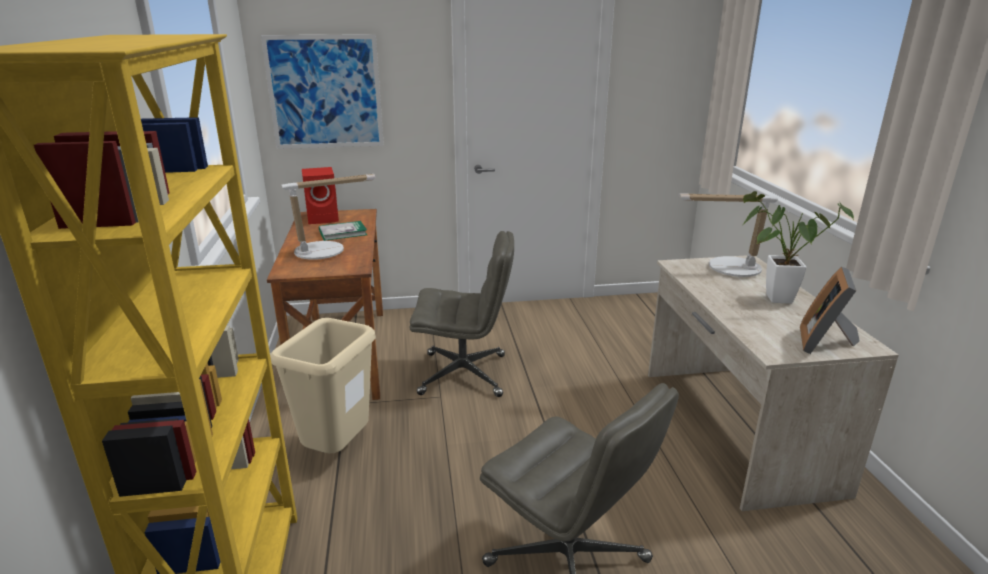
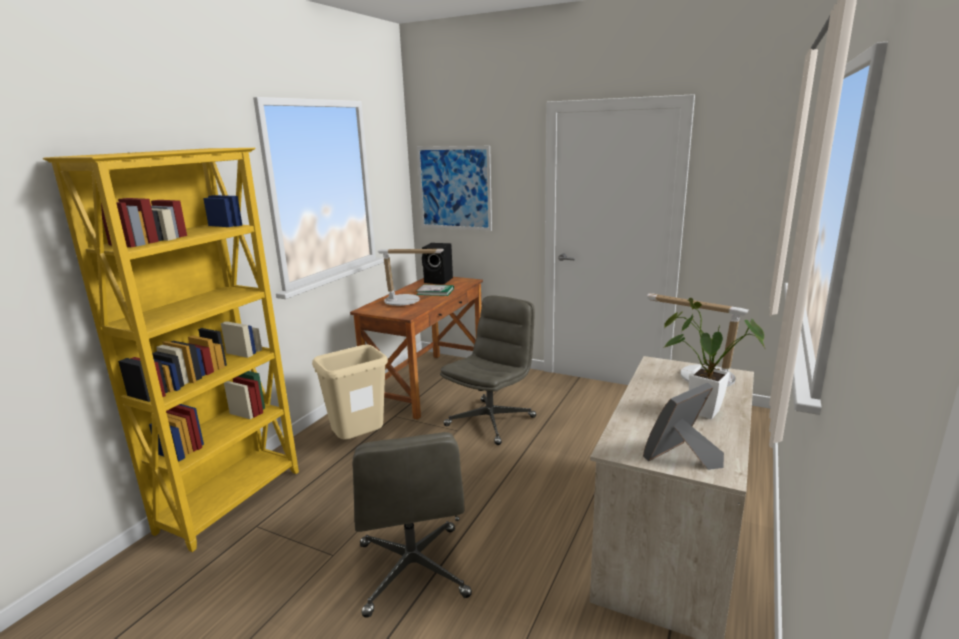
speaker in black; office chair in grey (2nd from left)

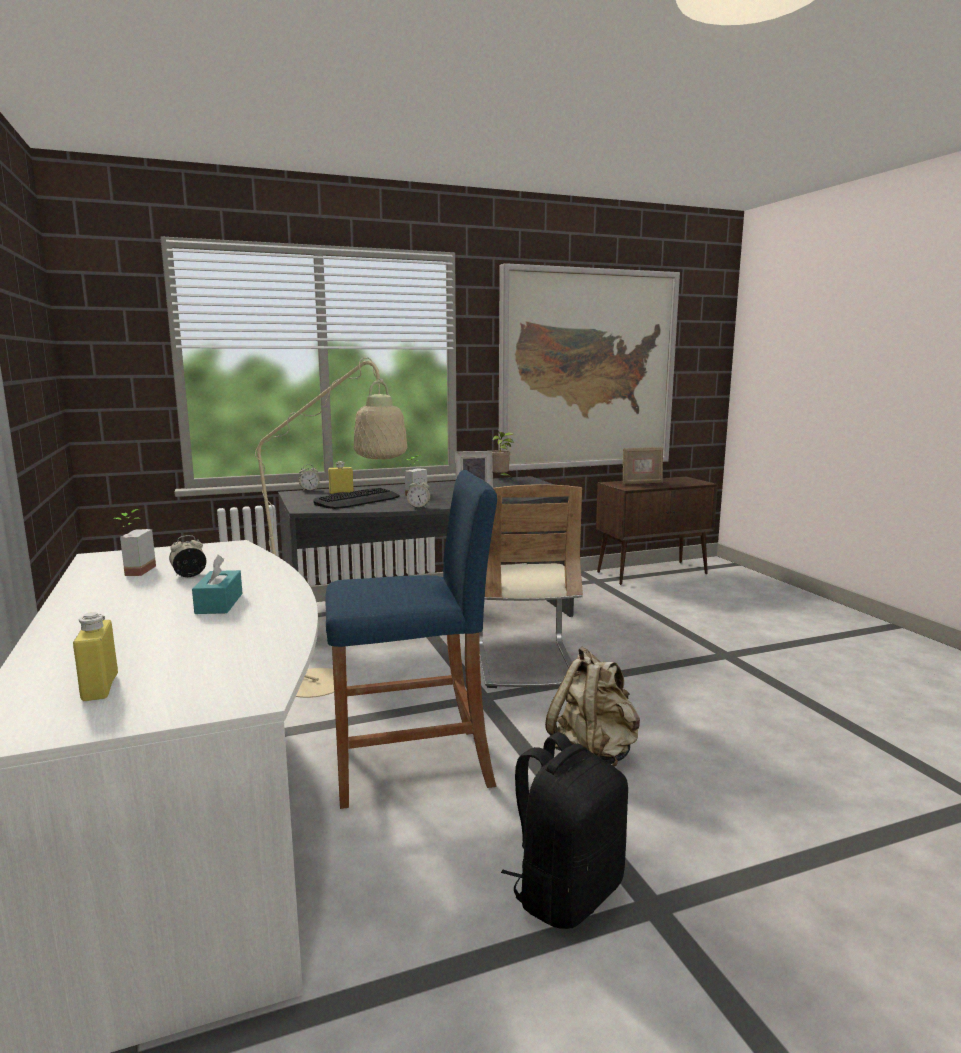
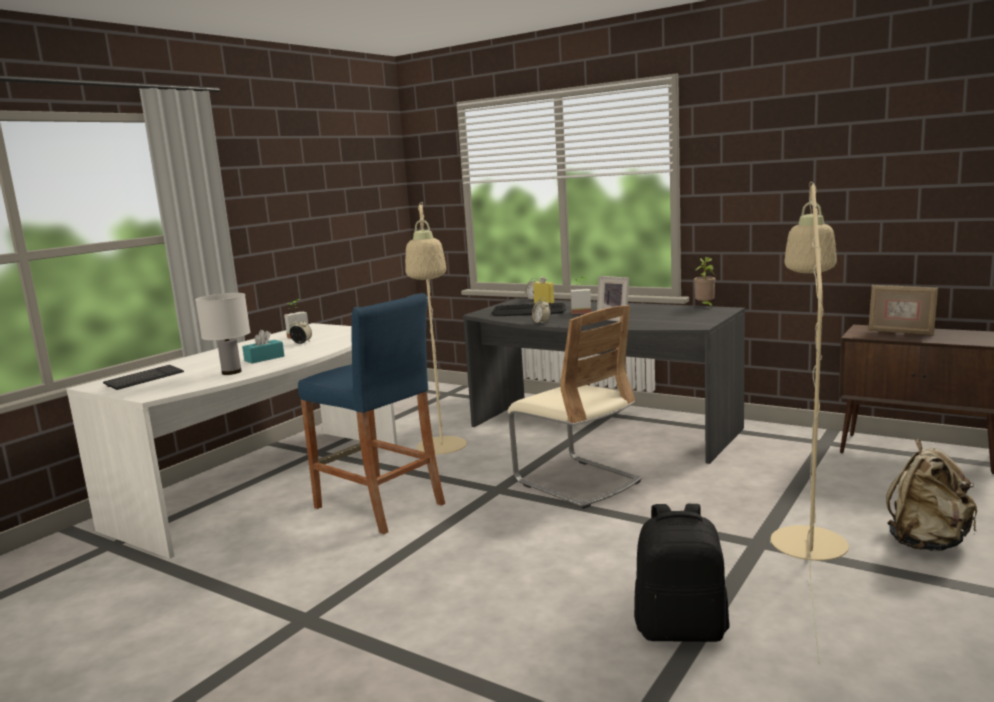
picture; table lamp in white; floor lamp in beige (2nd from left); backpack in black; backpack in beige; keyboard (1st from left); chair in beige

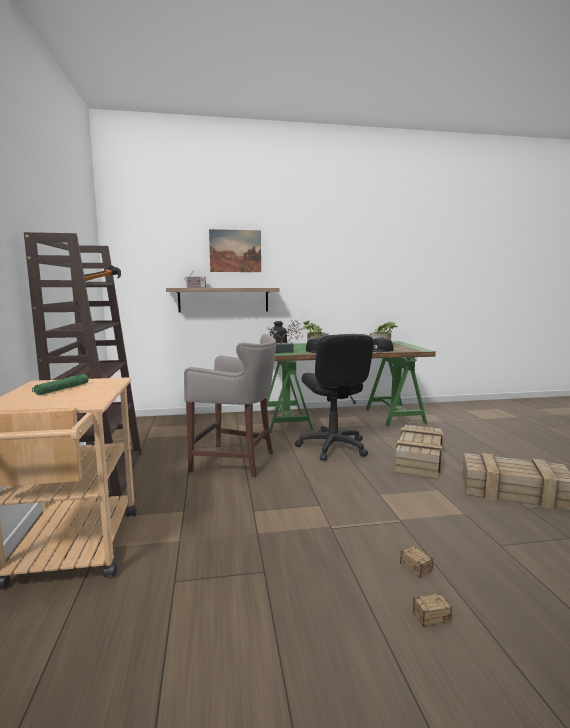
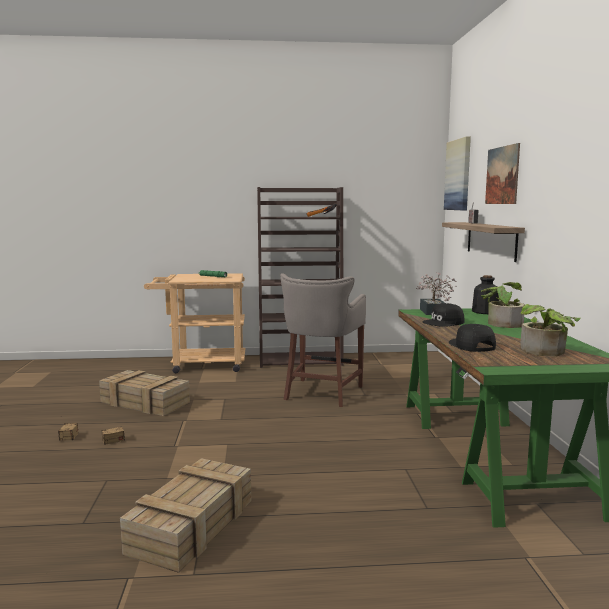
office chair in black; picture (1st from left); crate (1st from left)

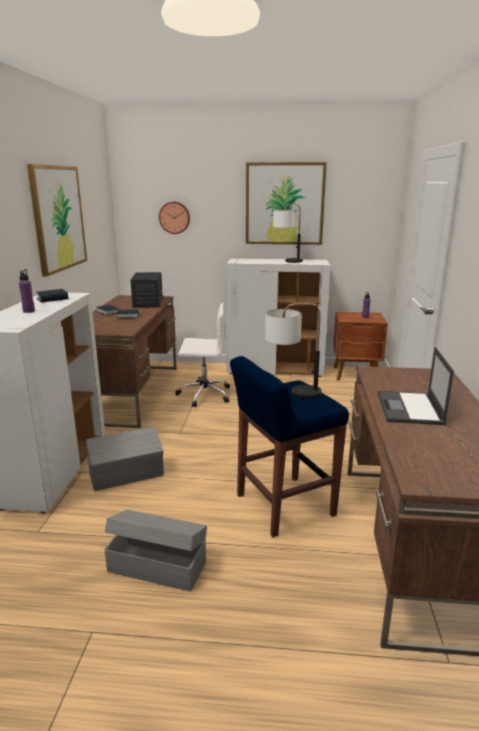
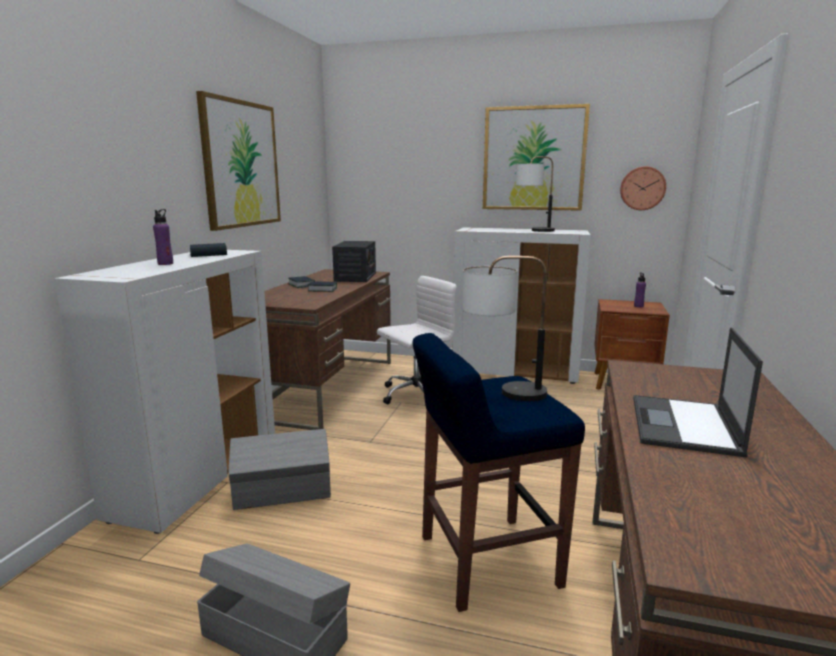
wall clock; office chair in white

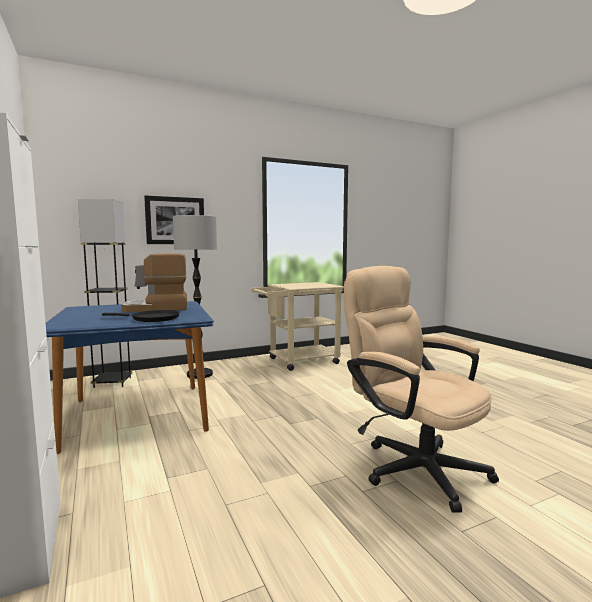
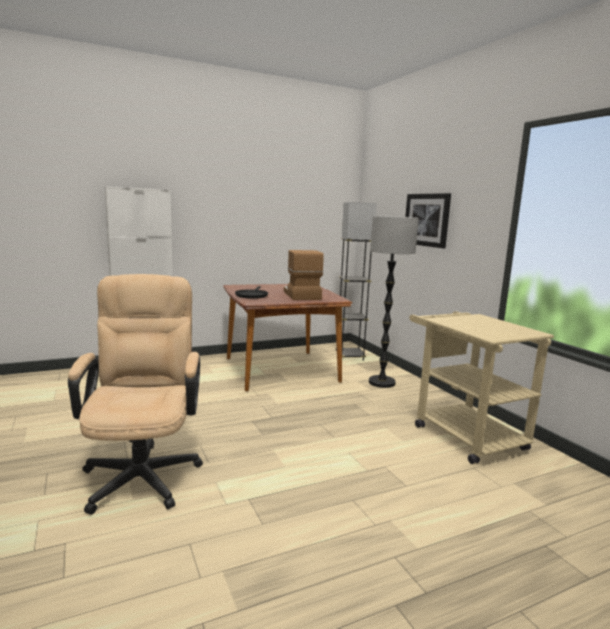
dining table in brown; office chair in beige

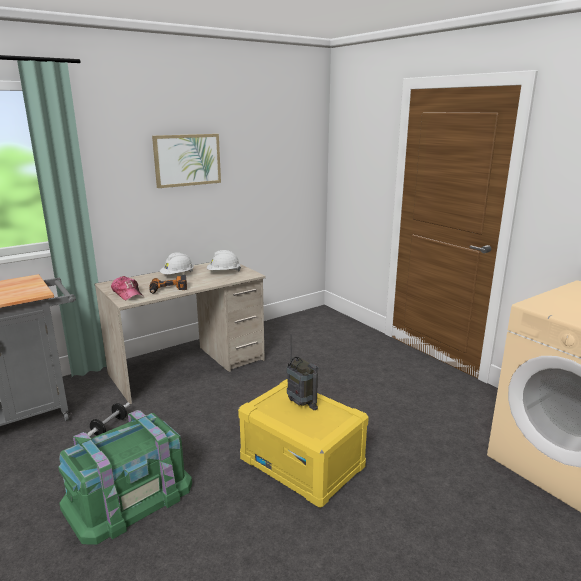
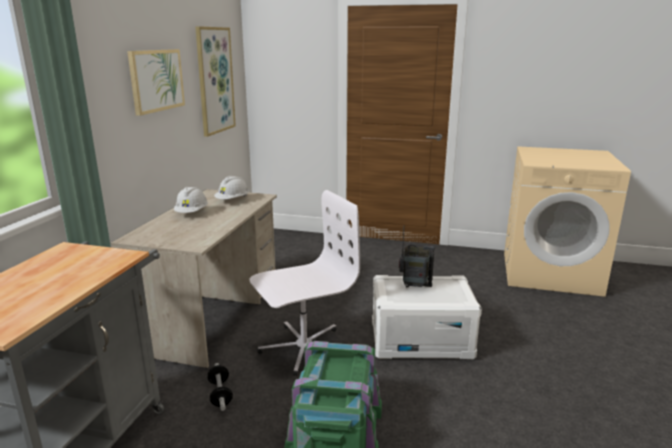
cap; power drill; picture (2nd from left); office chair in white; storage box in white

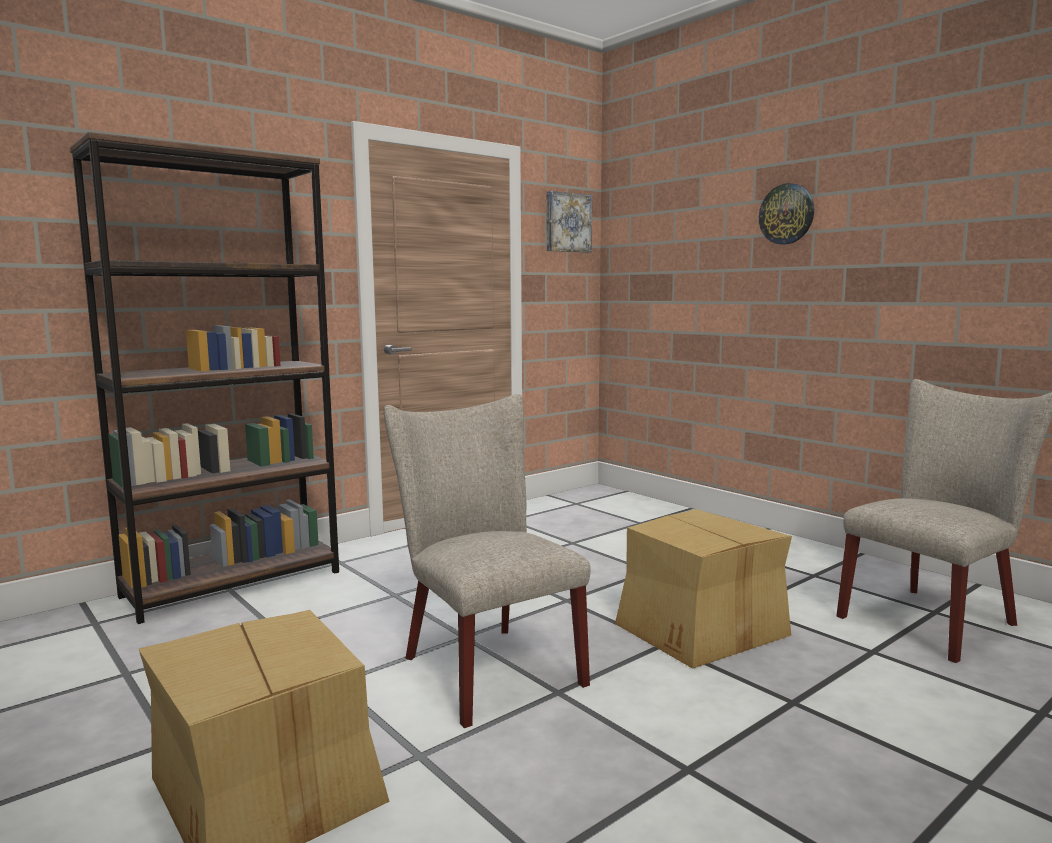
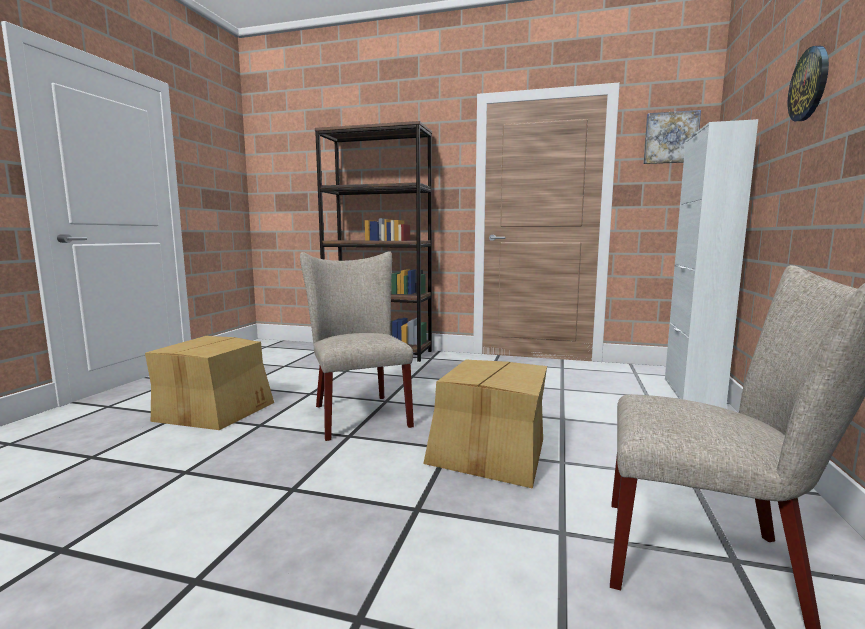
cabinet in white; chair in beige (1st from left)

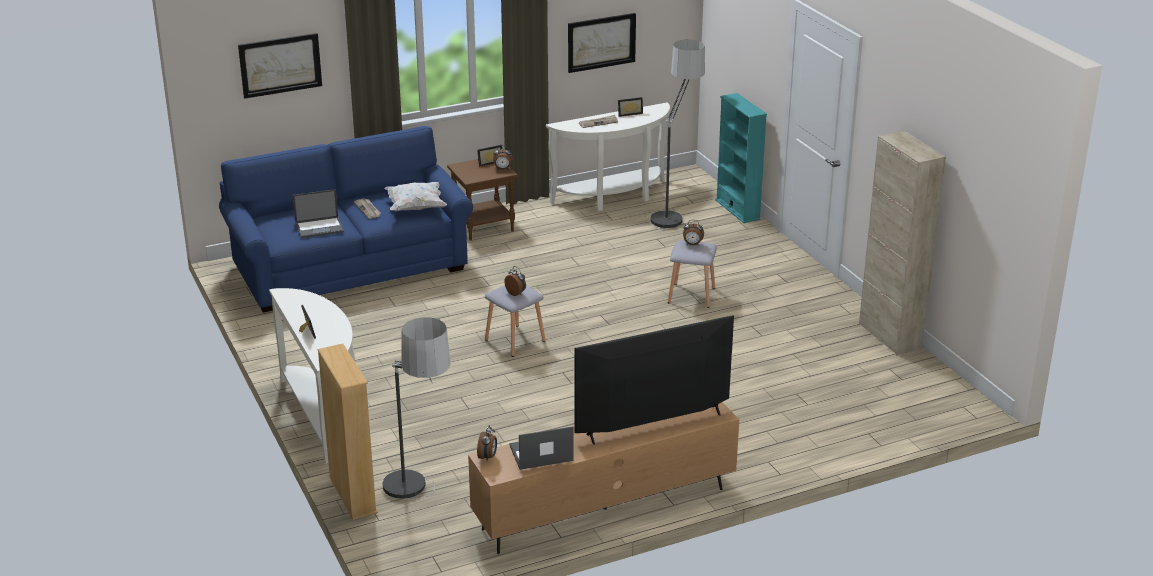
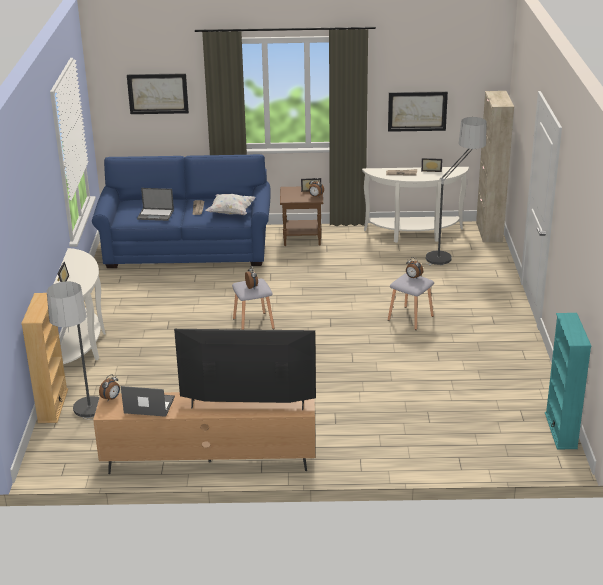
bookcase in turquoise; cabinet in beige

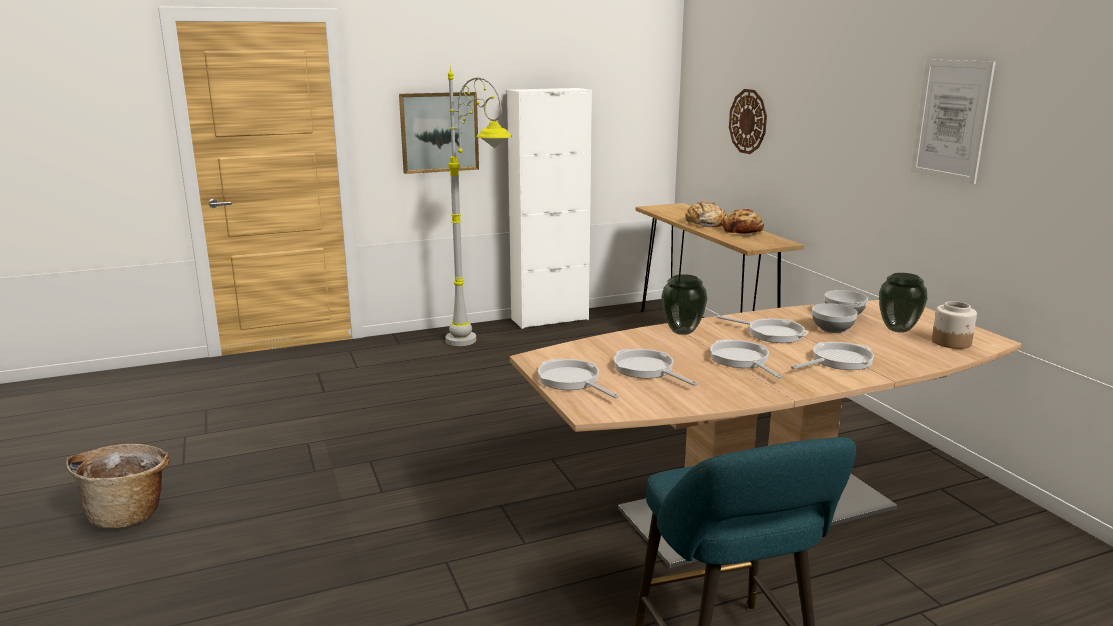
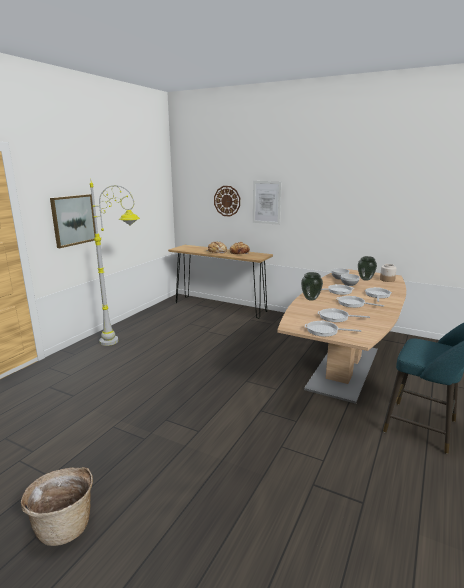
cabinet in white; picture (2nd from left)

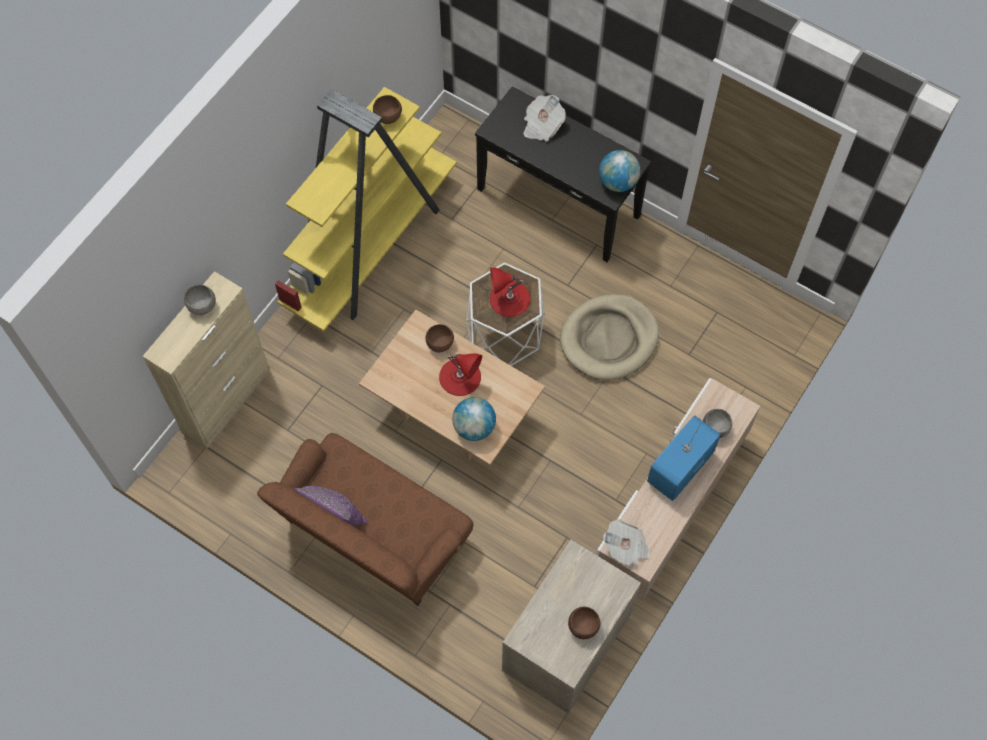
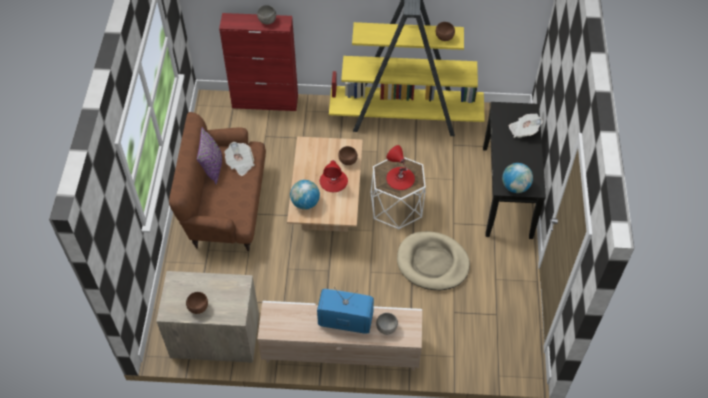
newspaper (1st from left); cabinet in red

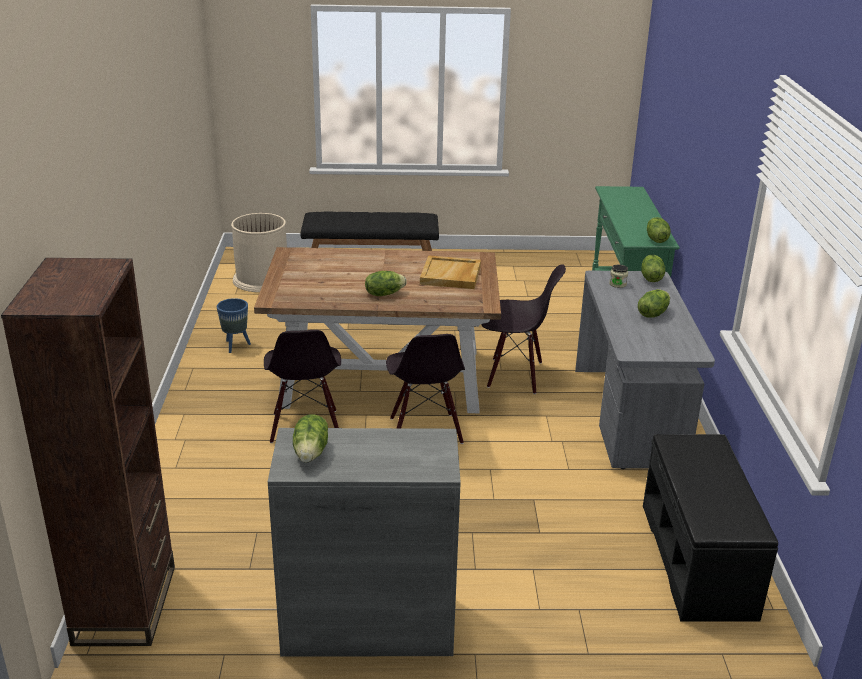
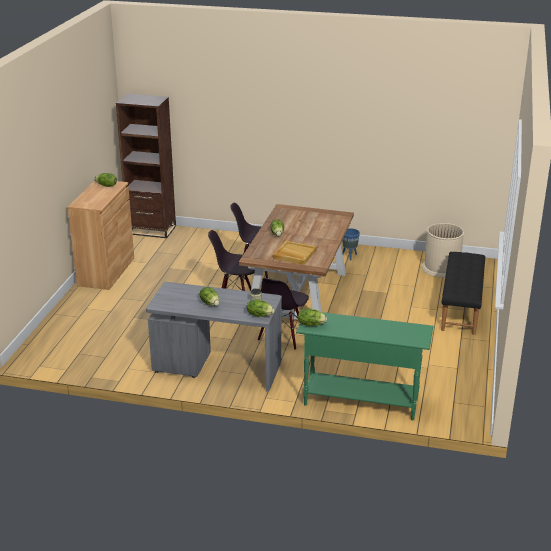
bench in black (2nd from left in the first image); cabinet in brown

